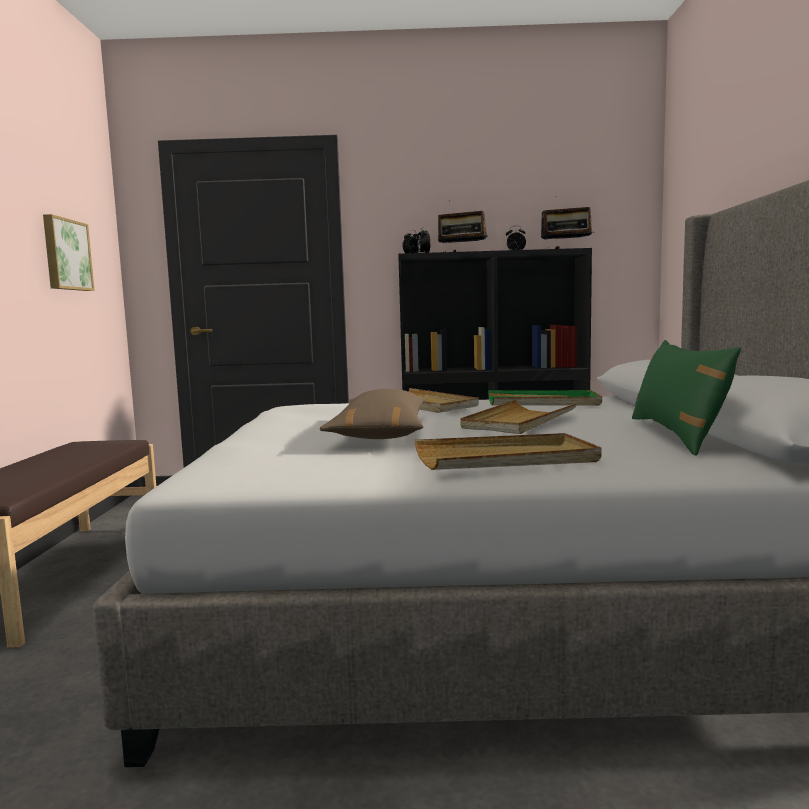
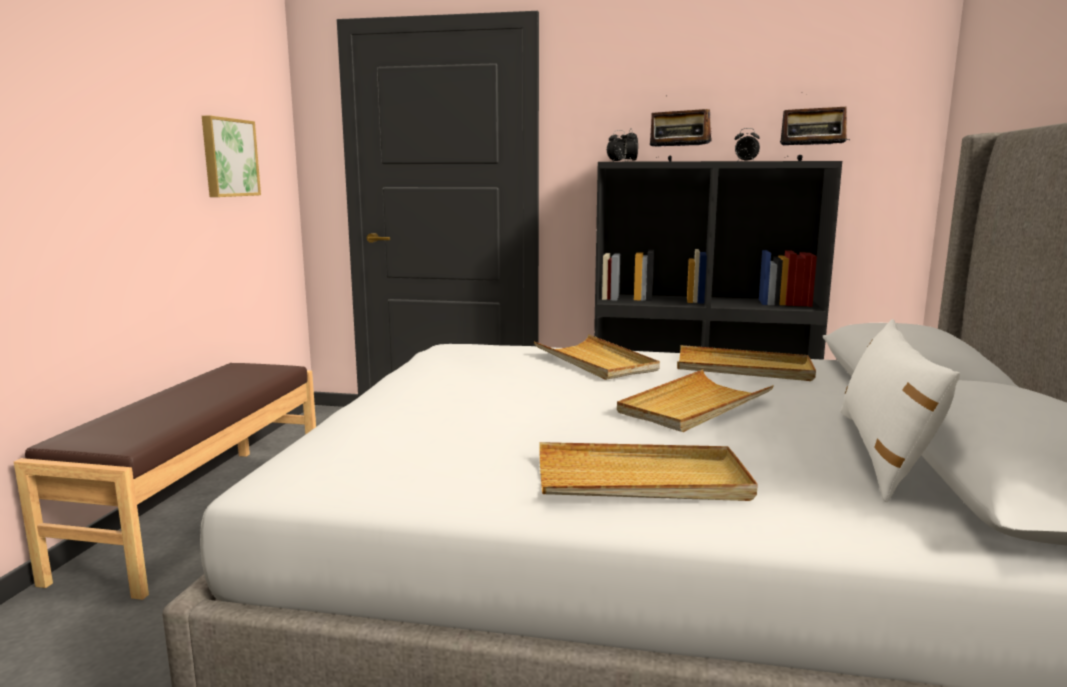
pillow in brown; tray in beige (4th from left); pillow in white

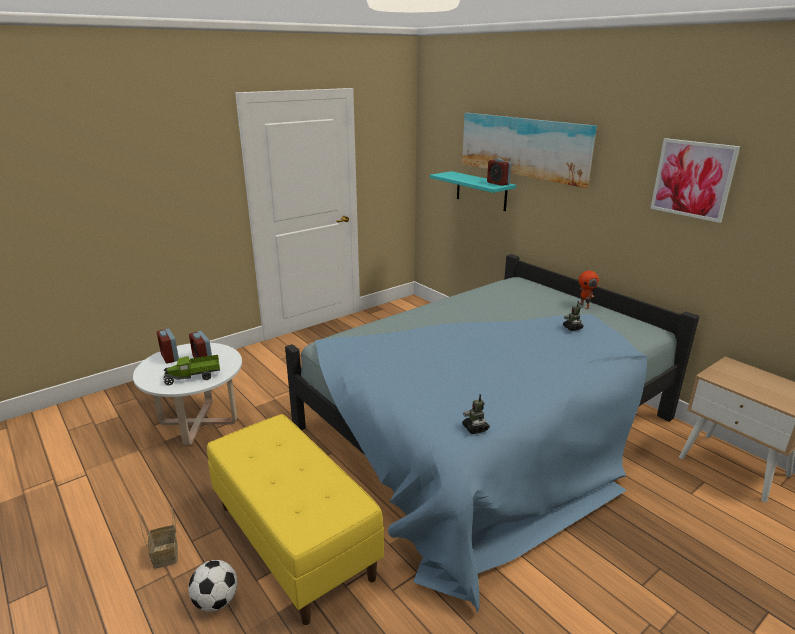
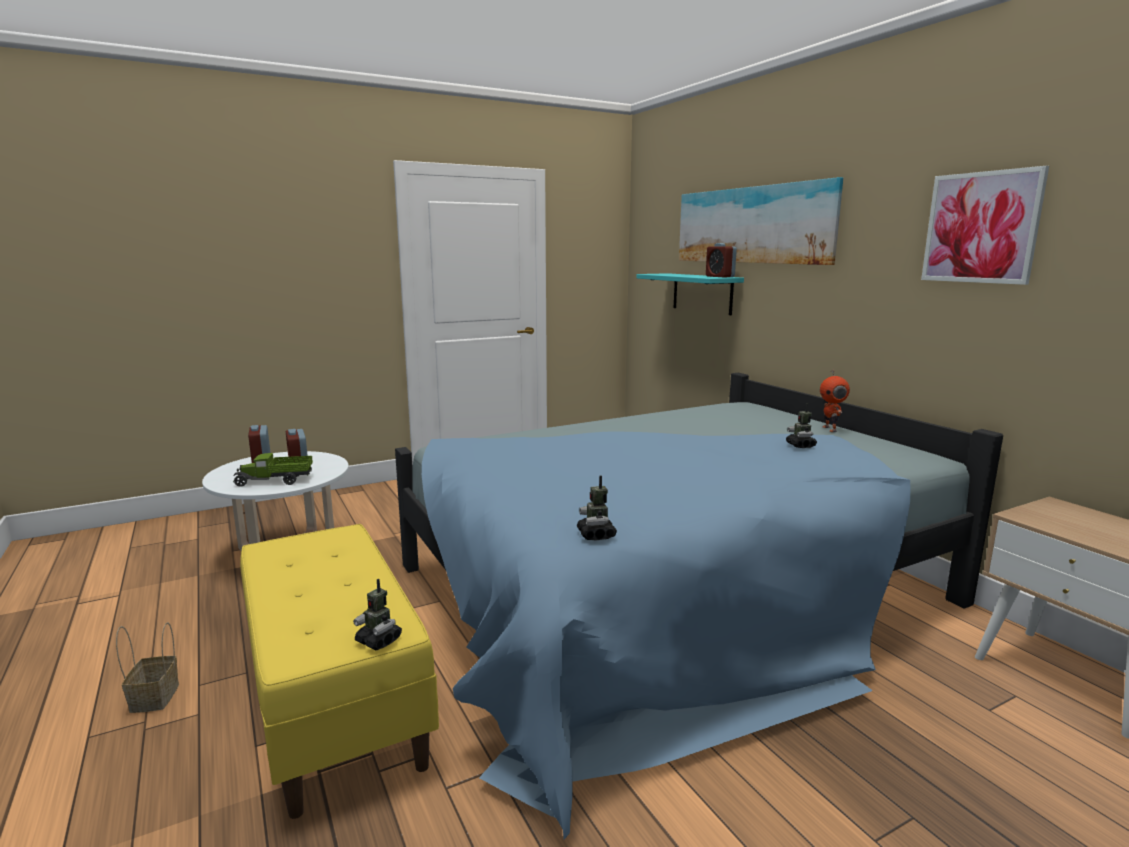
football; toy robot (1st from left)

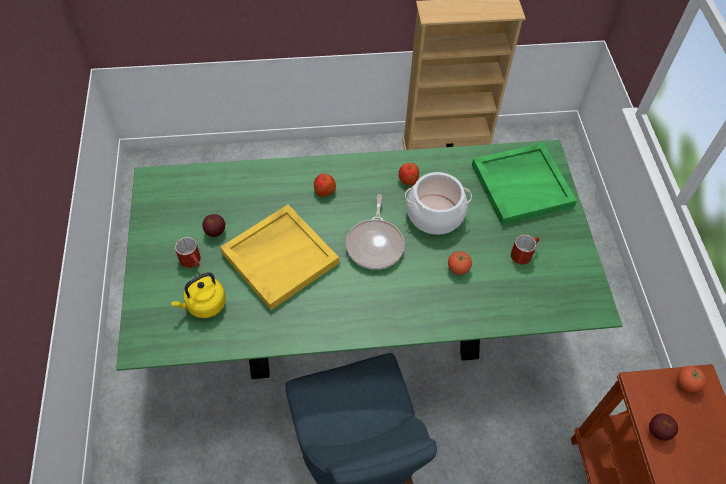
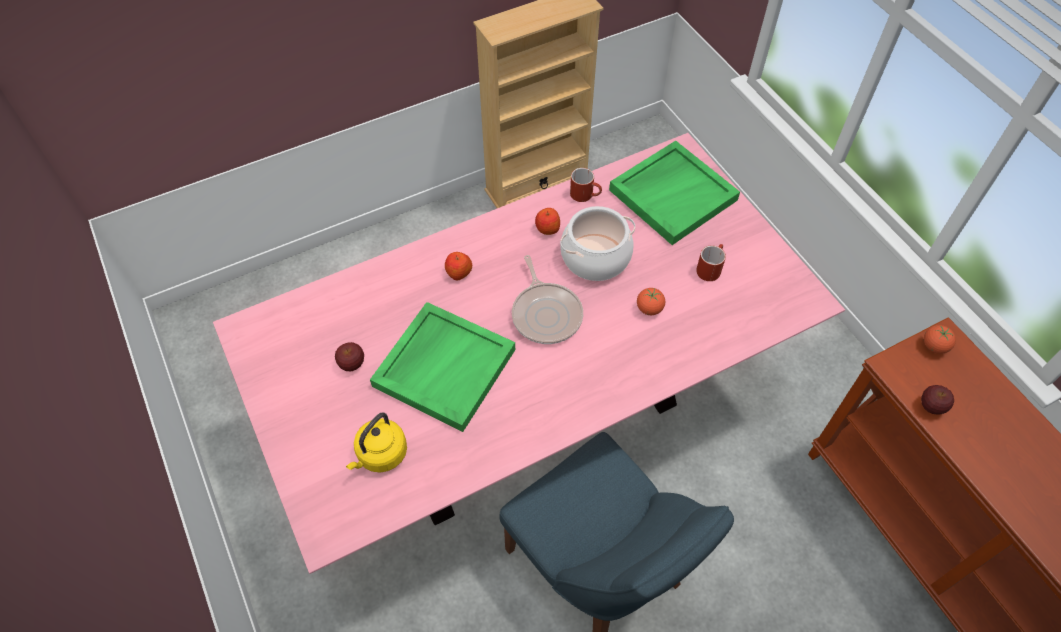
mug in red (1st from left); dining table in pink; tray in green (1st from left)

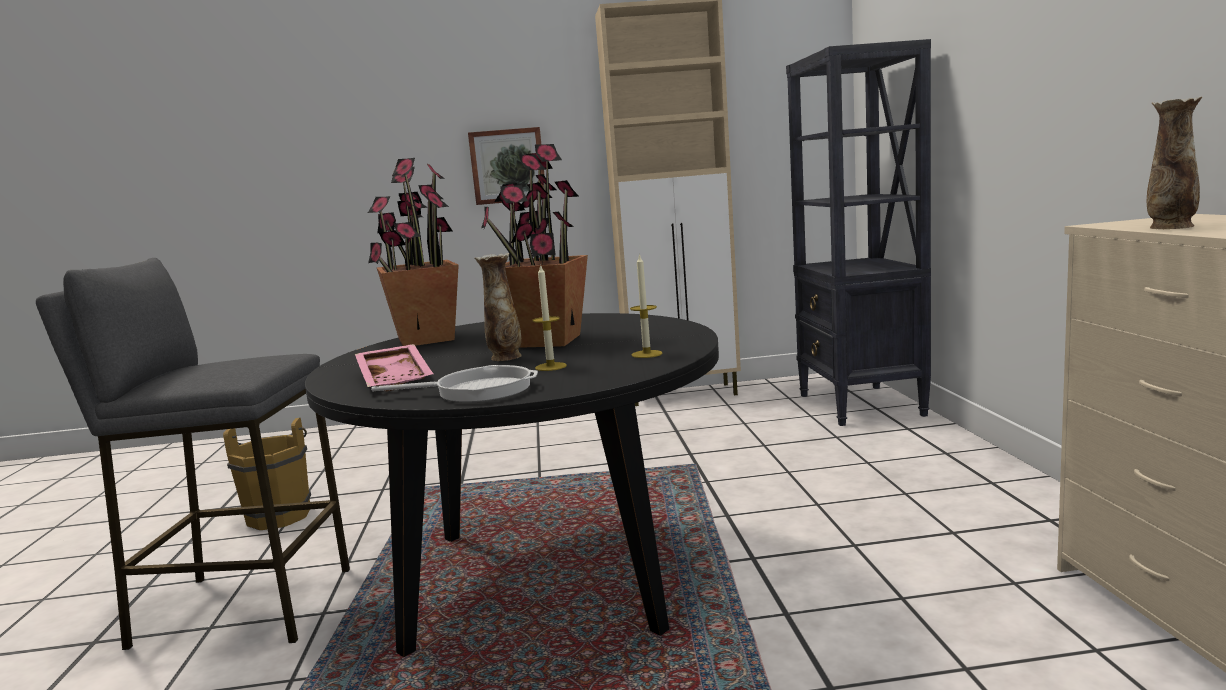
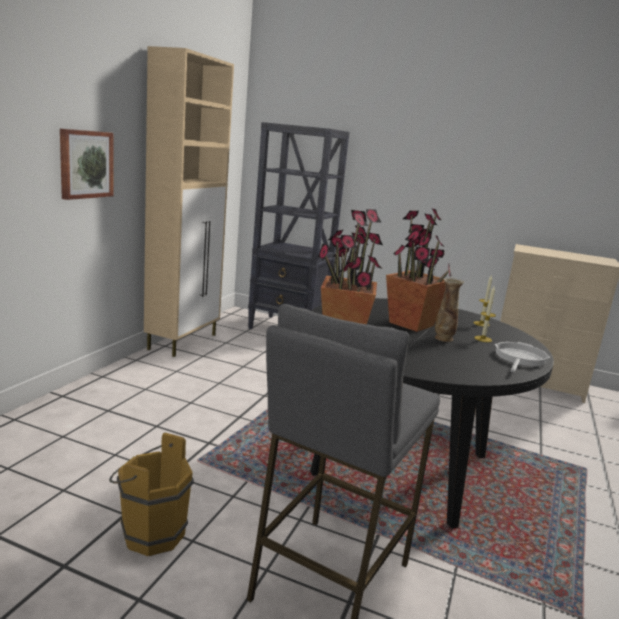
tray in pink; vase (2nd from left in the first image)

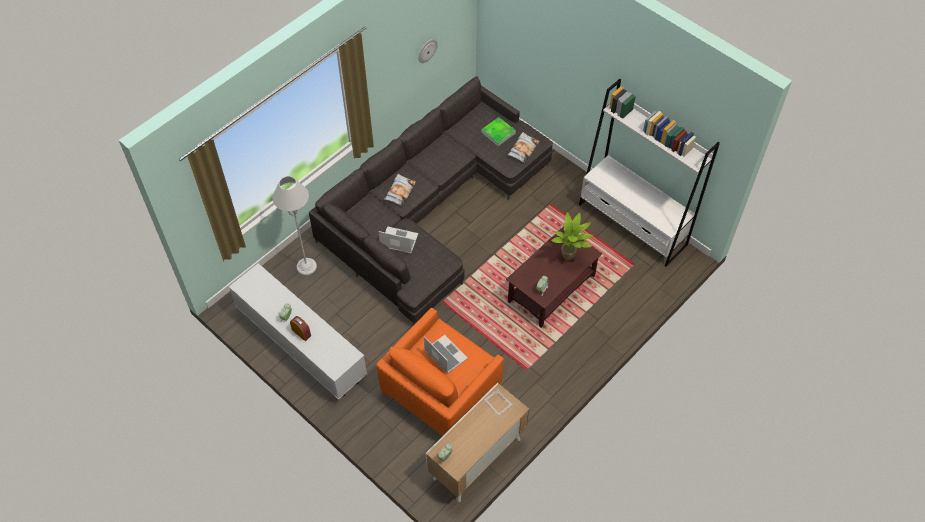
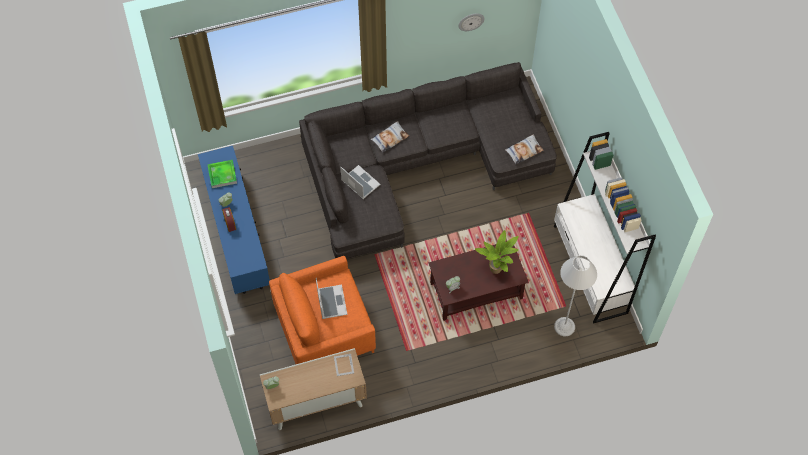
floor lamp in grey; tray; tv stand in blue

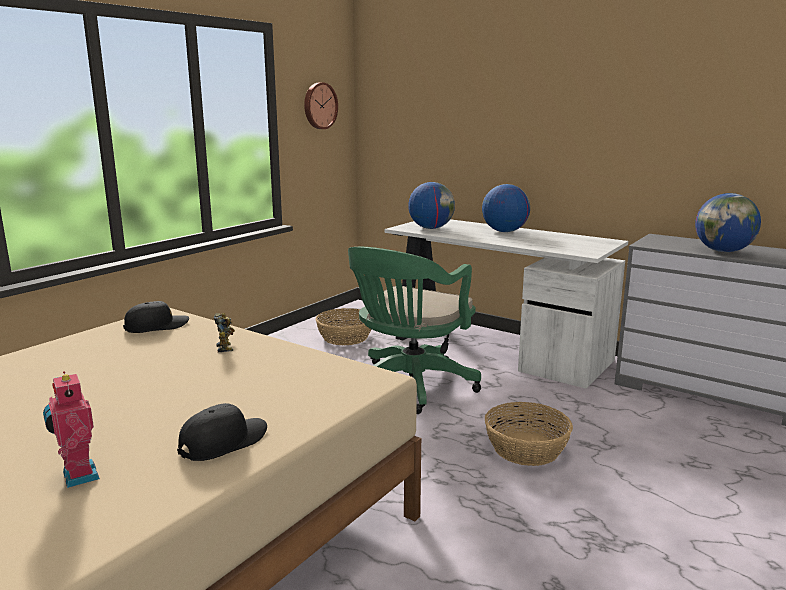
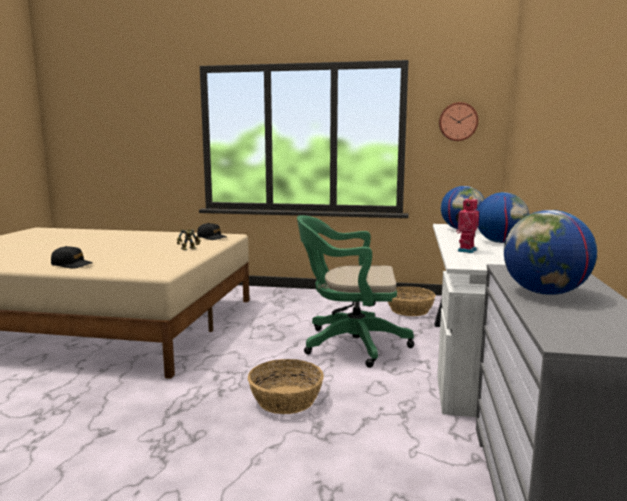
toy robot (2nd from left)

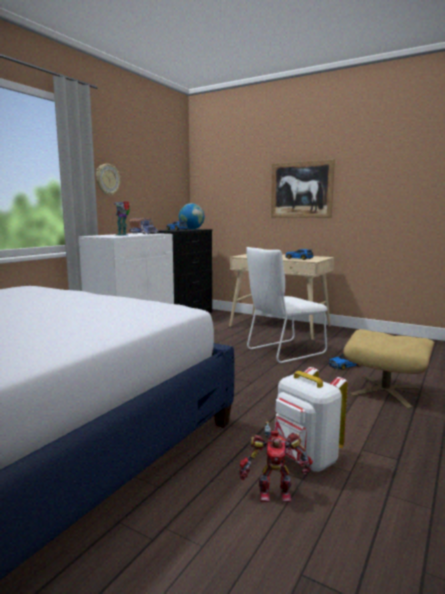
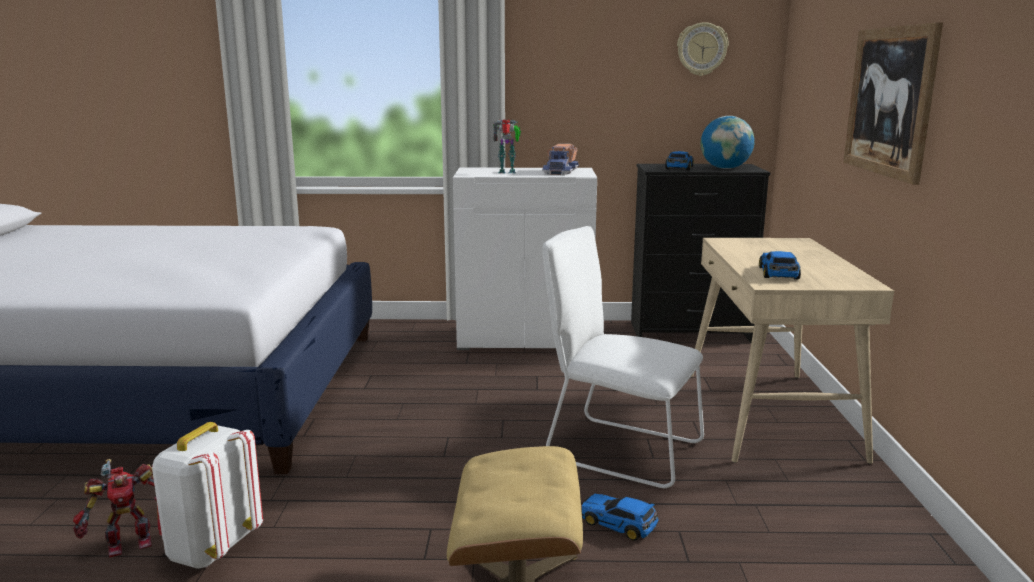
wall clock; toy robot (1st from left)

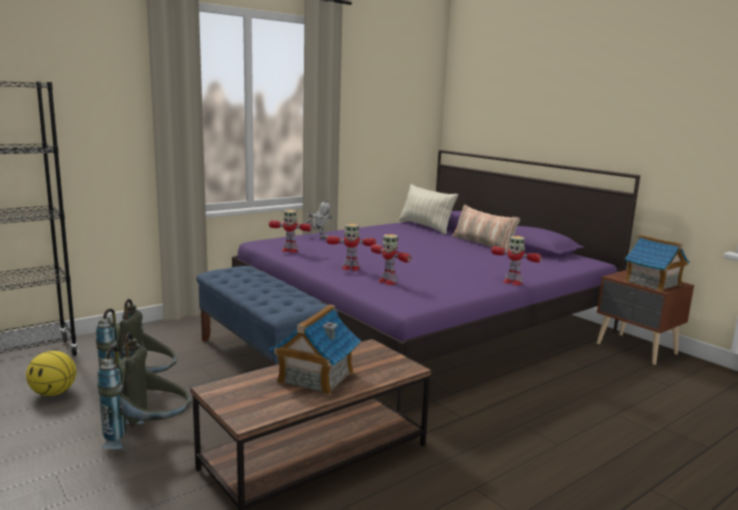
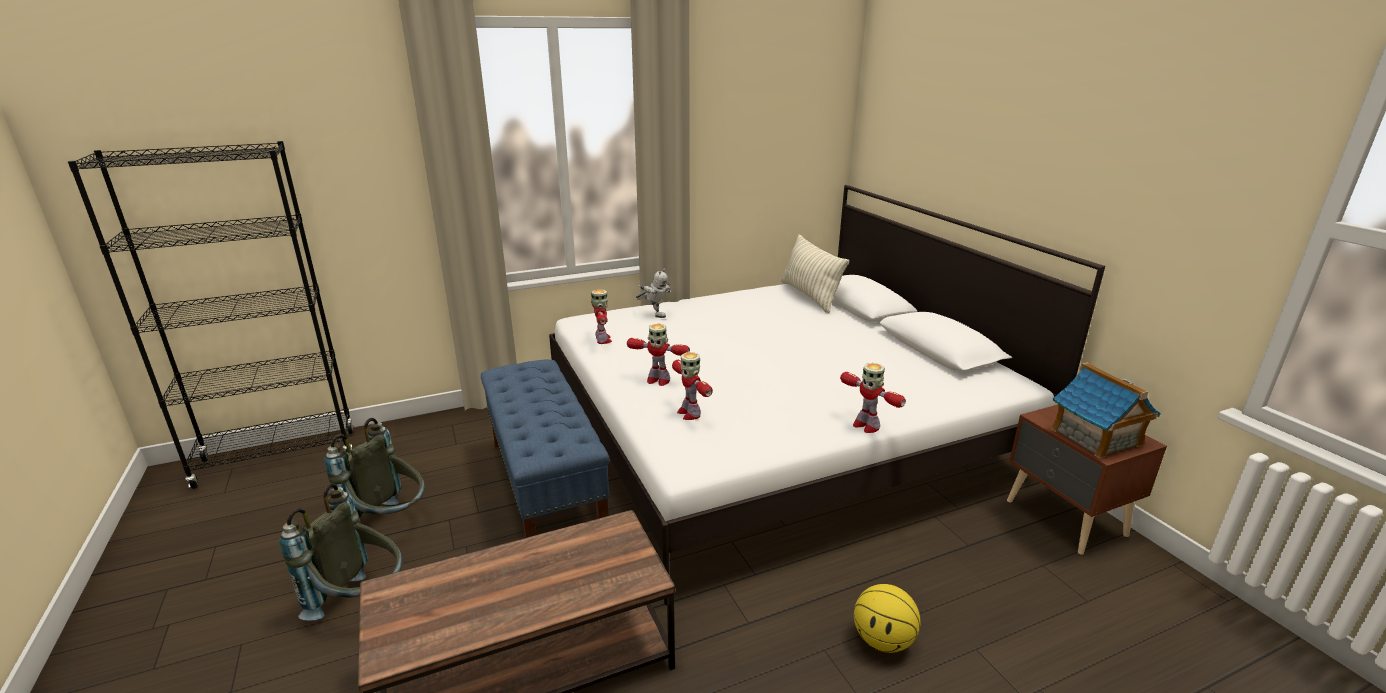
toy house (1st from left in the first image); pillow (2nd from left in the first image); basketball; bed in white; toy robot (1st from left)

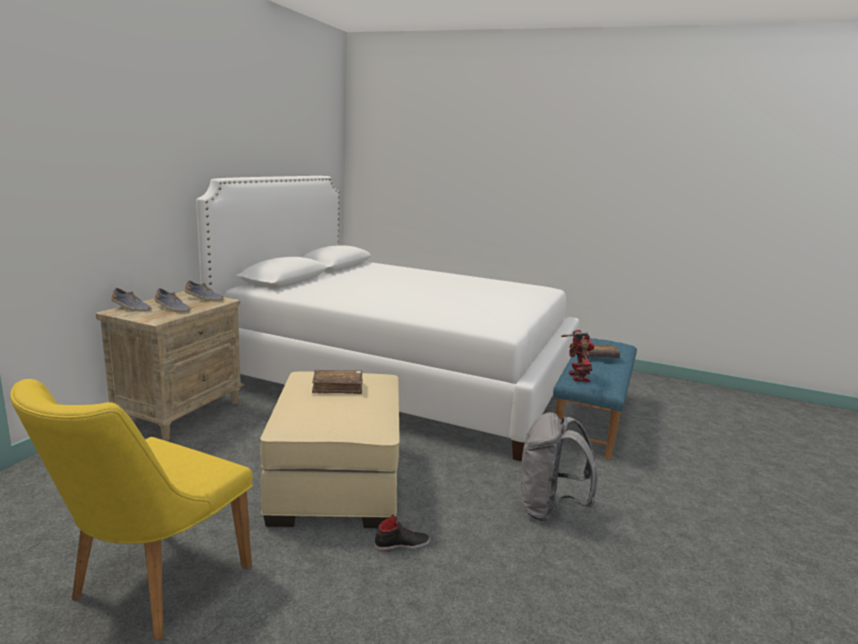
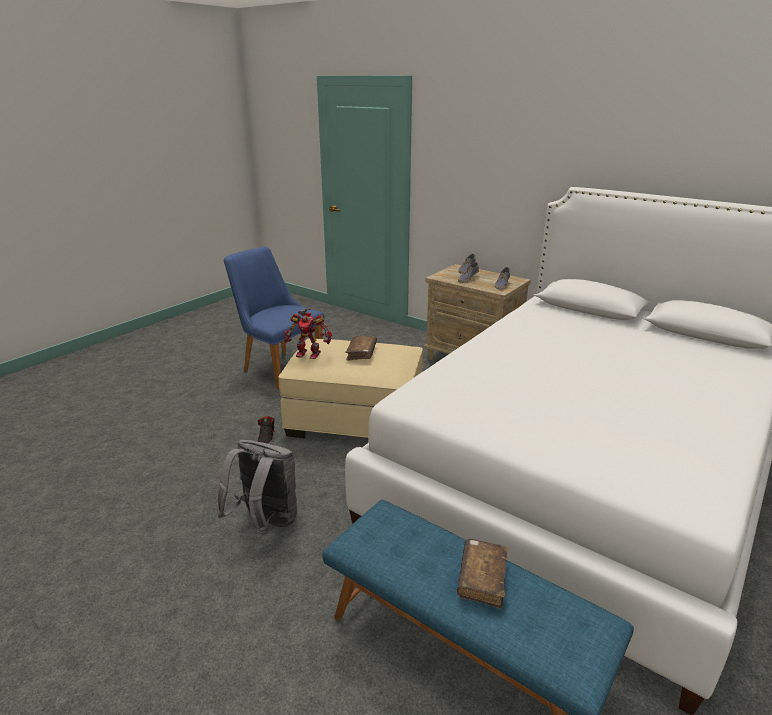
toy robot; chair in blue

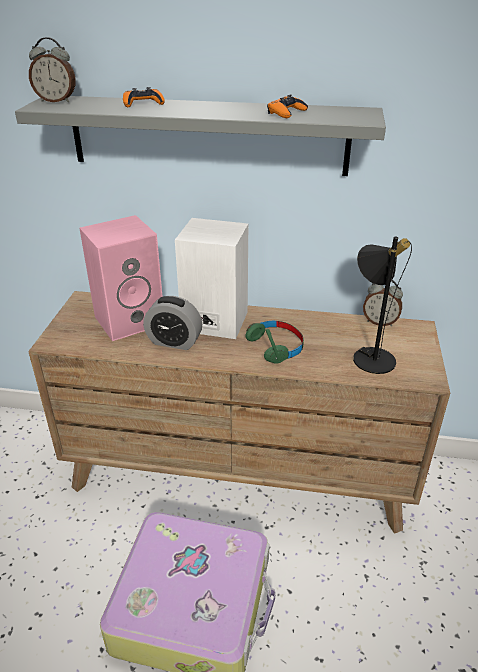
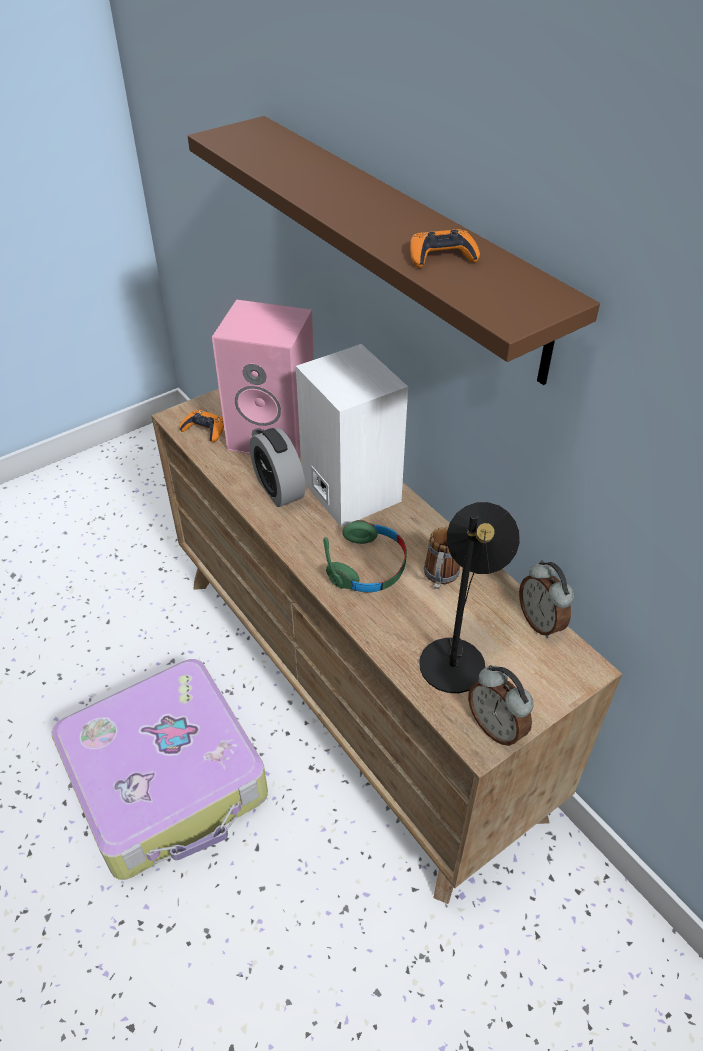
mug; alarm clock (2nd from left); game controller in orange (1st from left); shelf in brown

